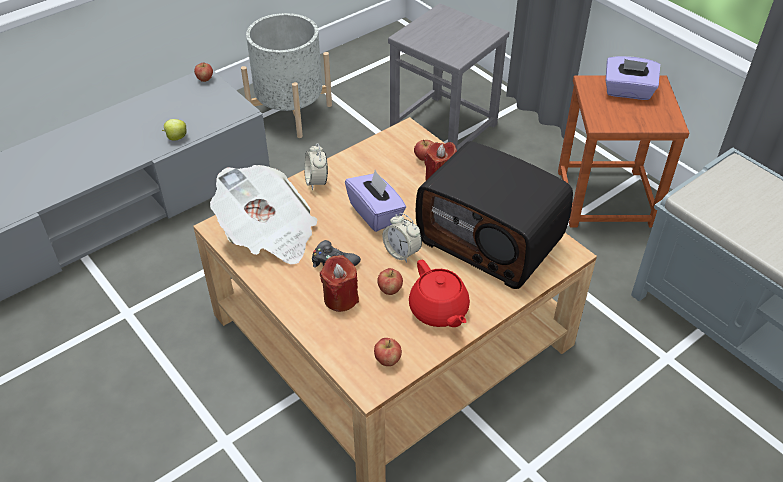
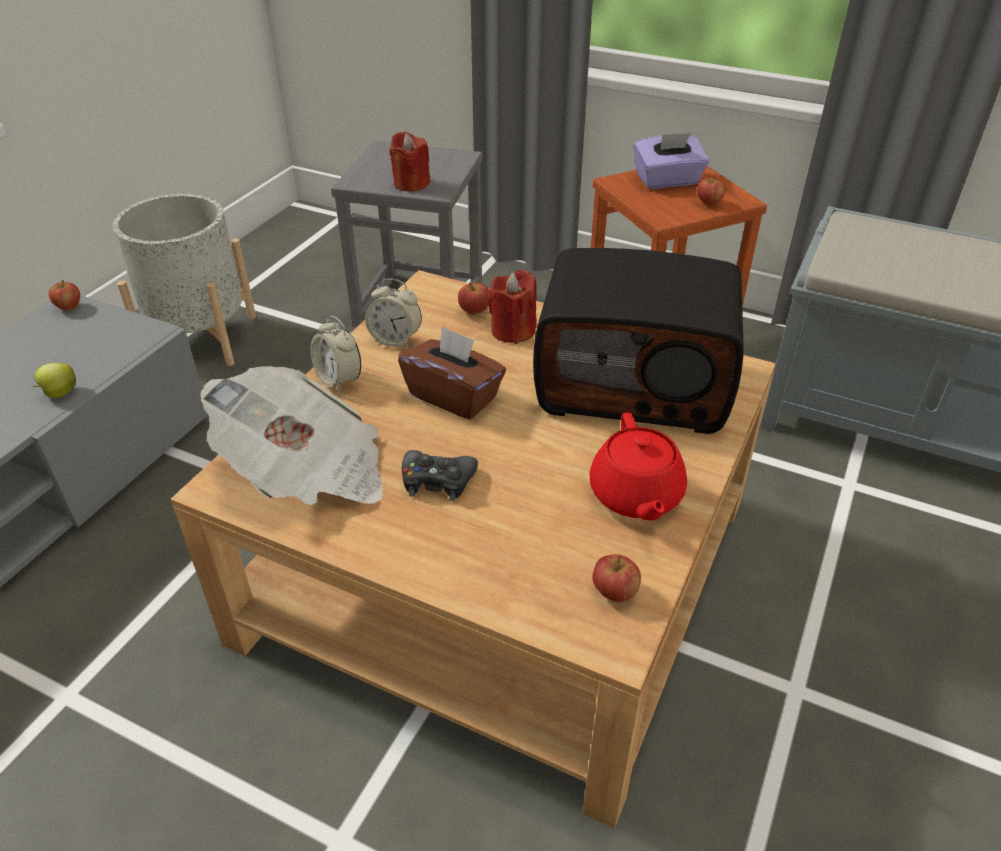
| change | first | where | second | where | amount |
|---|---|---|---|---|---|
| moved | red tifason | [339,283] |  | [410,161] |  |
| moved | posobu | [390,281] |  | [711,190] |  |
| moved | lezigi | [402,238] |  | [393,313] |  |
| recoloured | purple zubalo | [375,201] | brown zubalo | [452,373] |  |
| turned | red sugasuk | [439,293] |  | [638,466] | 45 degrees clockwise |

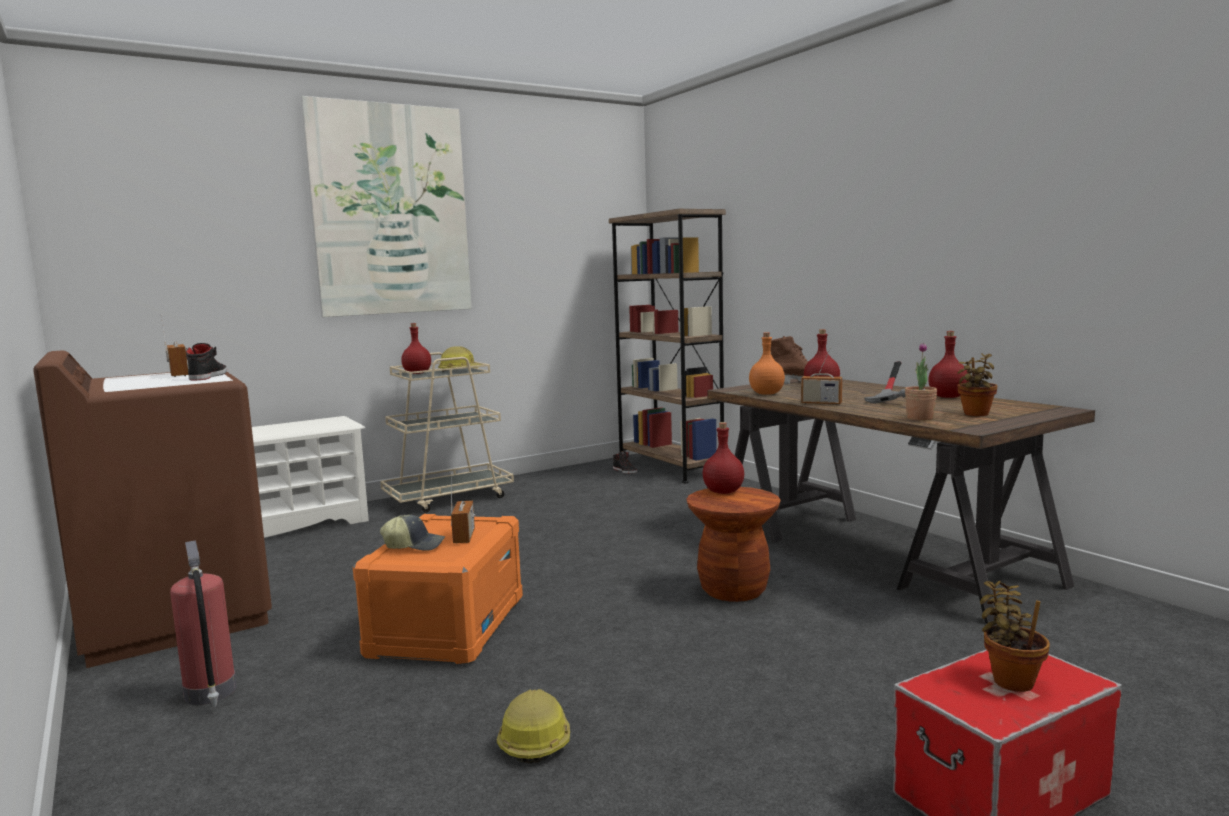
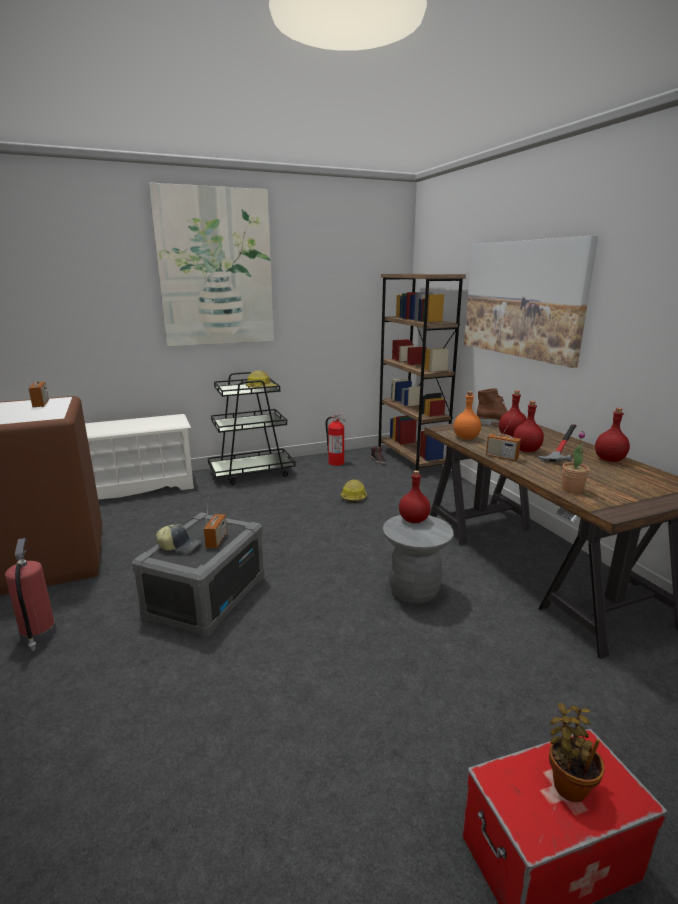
| change | first | where | second | where | amount |
|---|---|---|---|---|---|
| removed | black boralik | [206,361] |  |  |  |
| removed | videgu | [977,385] |  |  |  |
| added |  |  | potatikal | [335,439] |  |
| added |  |  | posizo | [531,301] |  |
| moved | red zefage | [416,348] |  | [528,426] |  |
| moved | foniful | [533,726] |  | [353,491] |  |
| recoloured | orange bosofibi | [438,589] | grey bosofibi | [198,574] |  |
| recoloured | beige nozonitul | [447,432] | black nozonitul | [252,428] |  |
| recoloured | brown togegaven | [733,544] | grey togegaven | [418,559] |  |

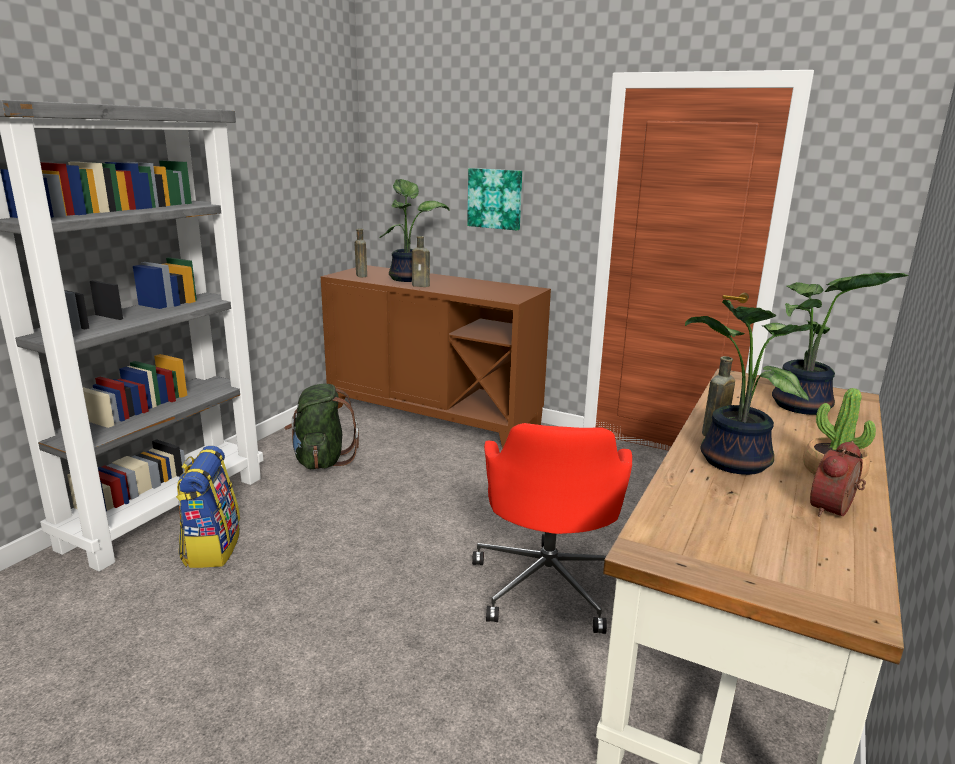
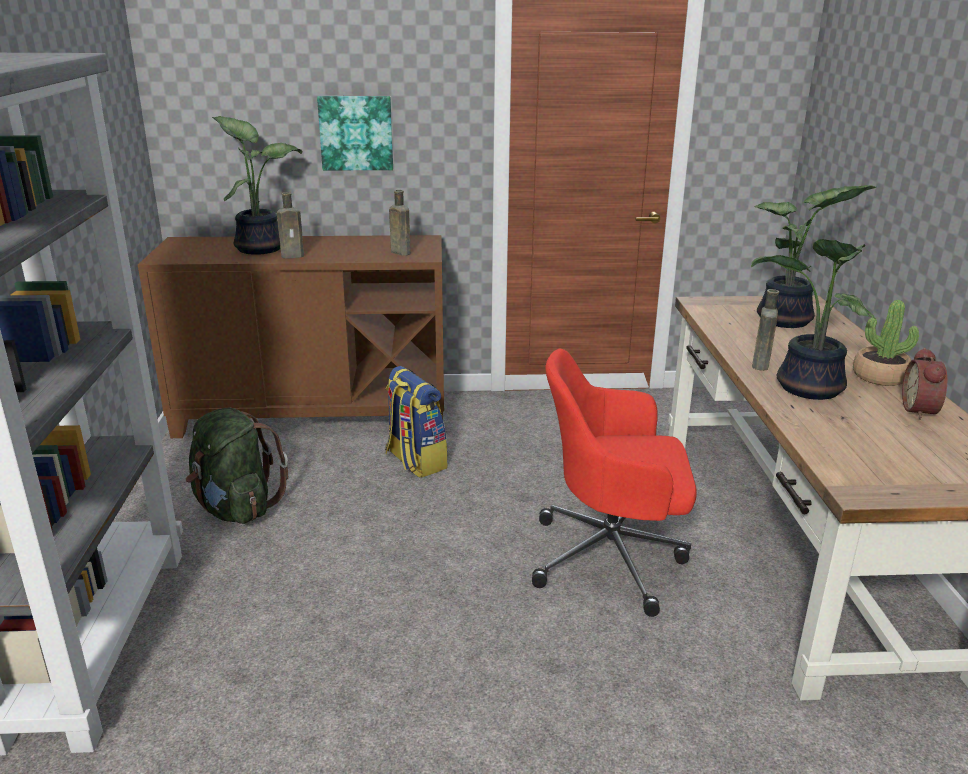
| change | first | where | second | where | amount |
|---|---|---|---|---|---|
| moved | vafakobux | [208,507] |  | [416,422] |  |
| moved | brown zefage | [361,253] |  | [400,223] |  |
| turned | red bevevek | [552,528] |  | [614,483] | 120 degrees clockwise |

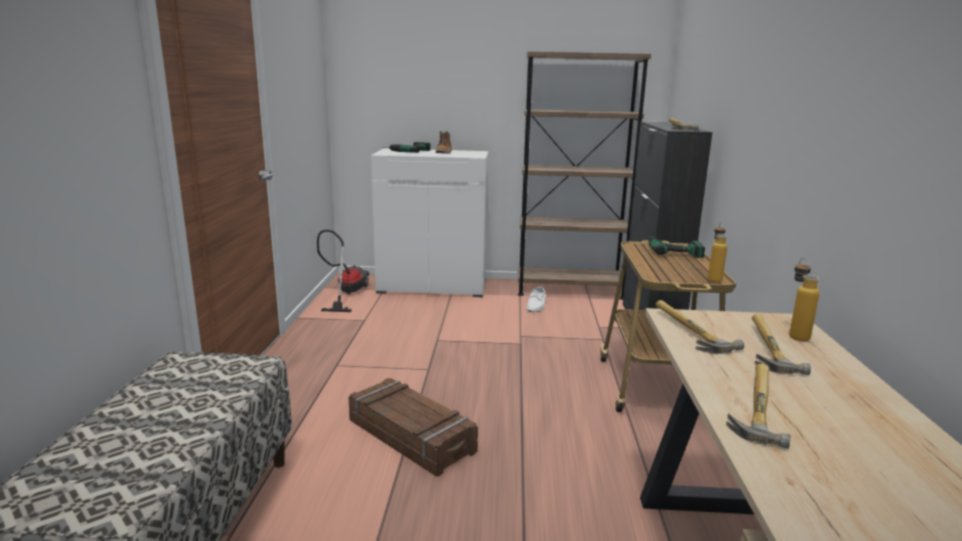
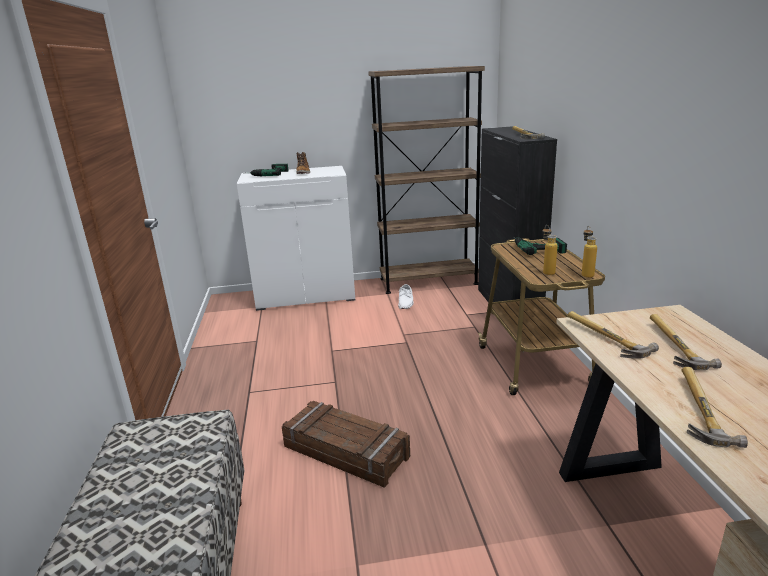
| change | first | where | second | where | amount |
|---|---|---|---|---|---|
| removed | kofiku | [343,271] |  |  |  |
| moved | zefage | [804,299] |  | [550,250] |  |

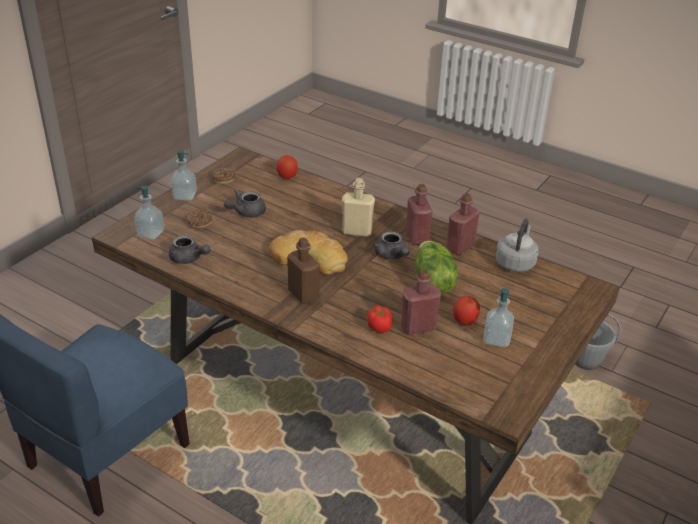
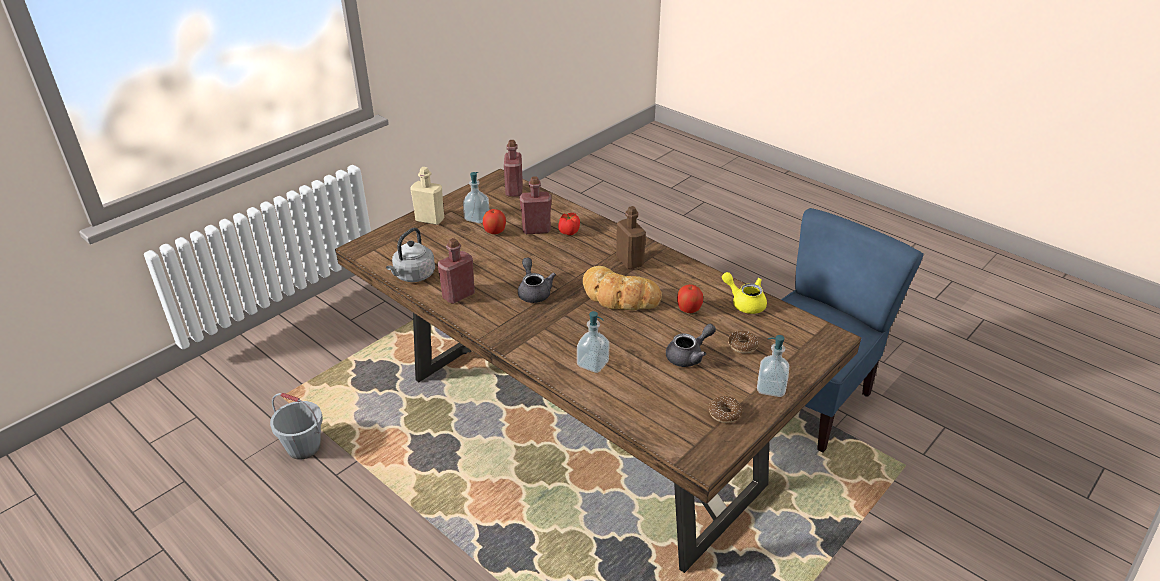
| change | first | where | second | where | amount |
|---|---|---|---|---|---|
| removed | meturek | [436,267] |  |  |  |
| moved | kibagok | [149,213] |  | [593,342] |  |
| moved | posobu | [287,167] |  | [690,298] |  |
| moved | beige zefage | [358,207] |  | [427,196] |  |
| moved | red zefage | [419,214] |  | [513,168] |  |
| recoloured | grey sugasuk | [190,249] | yellow sugasuk | [744,293] |  |

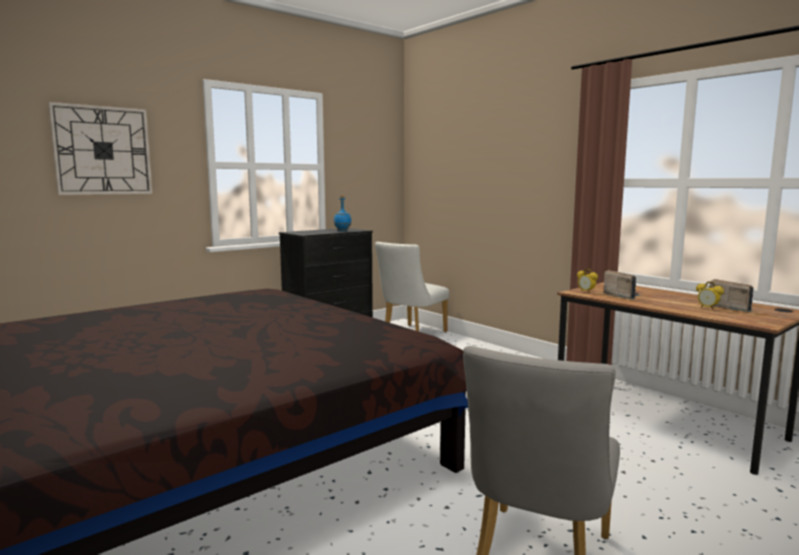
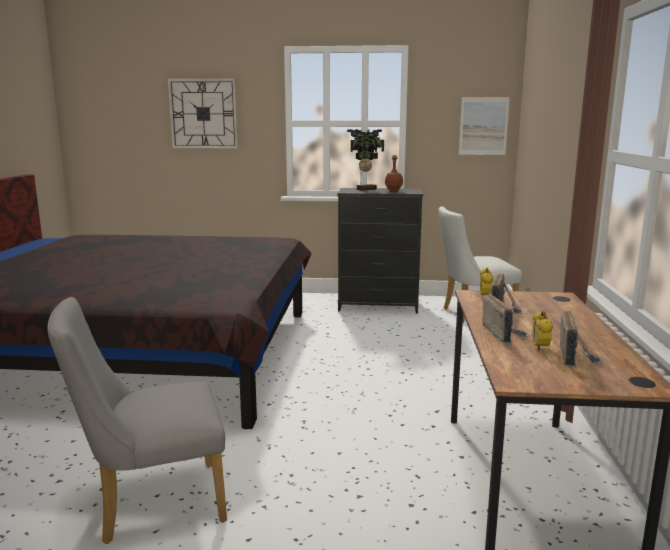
| change | first | where | second | where | amount |
|---|---|---|---|---|---|
| added |  |  | videgu | [365,160] |  |
| added |  |  | posizo | [484,126] |  |
| added |  |  | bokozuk | [506,319] |  |
| recoloured | blue zefage | [342,213] | brown zefage | [394,173] |  |

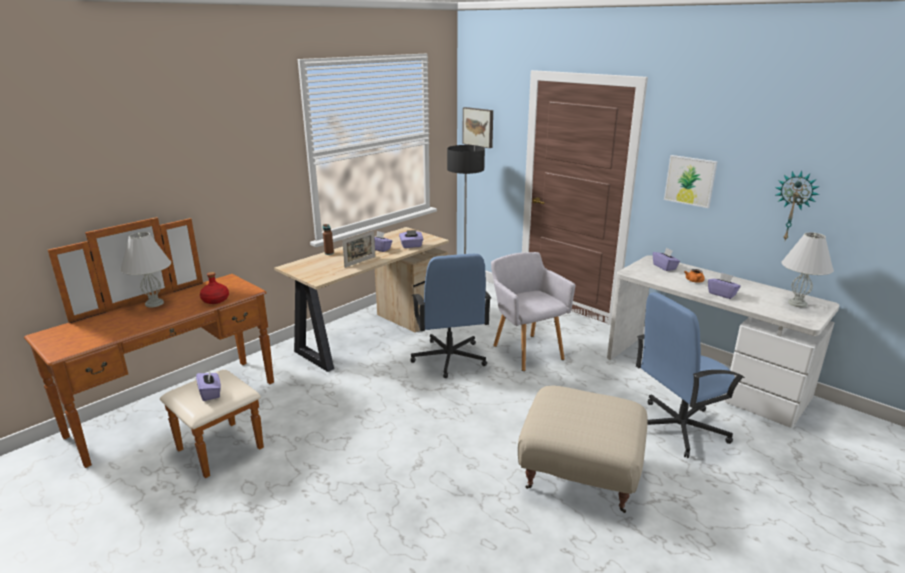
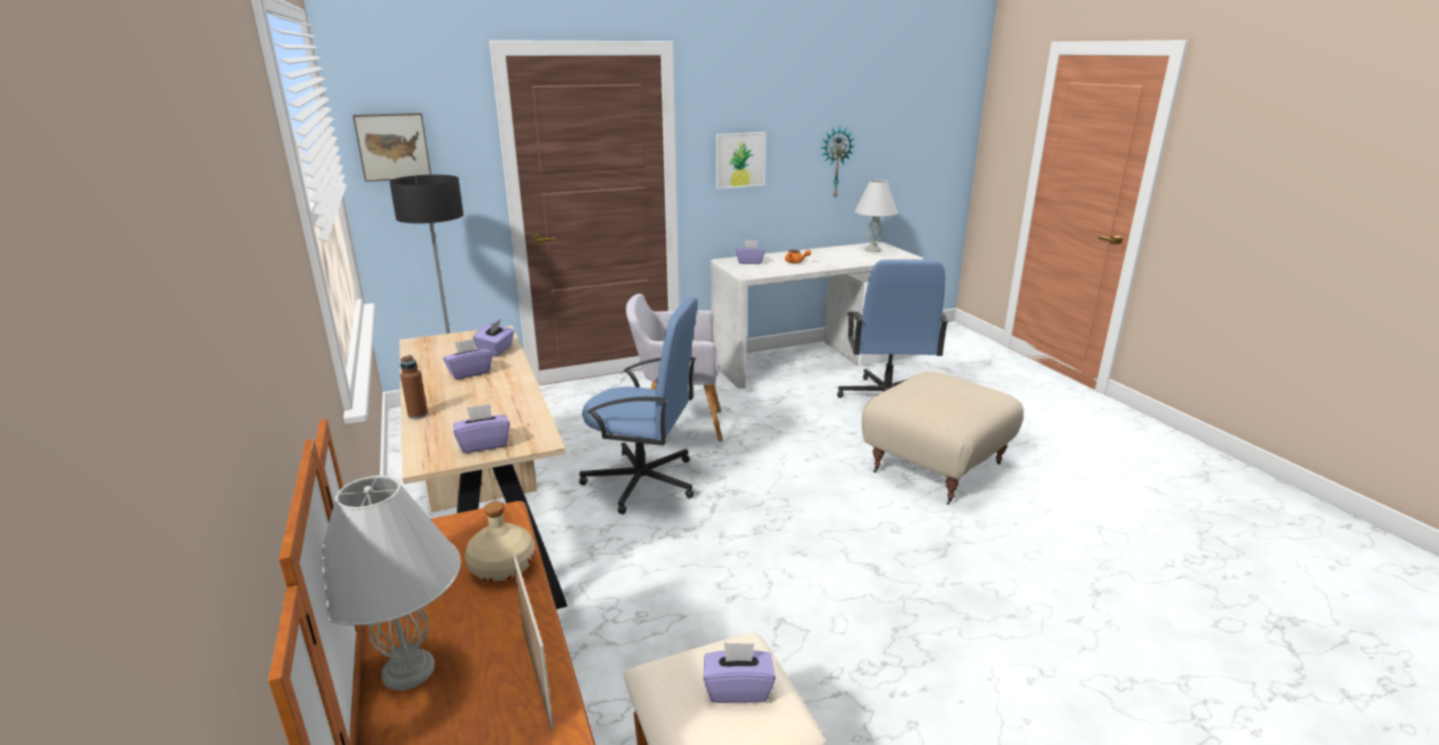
| change | first | where | second | where | amount |
|---|---|---|---|---|---|
| moved | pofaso | [358,249] |  | [533,641] |  |
| moved | purple zubalo | [724,286] |  | [481,428] |  |
| recoloured | red zefage | [214,288] | beige zefage | [500,541] |  |

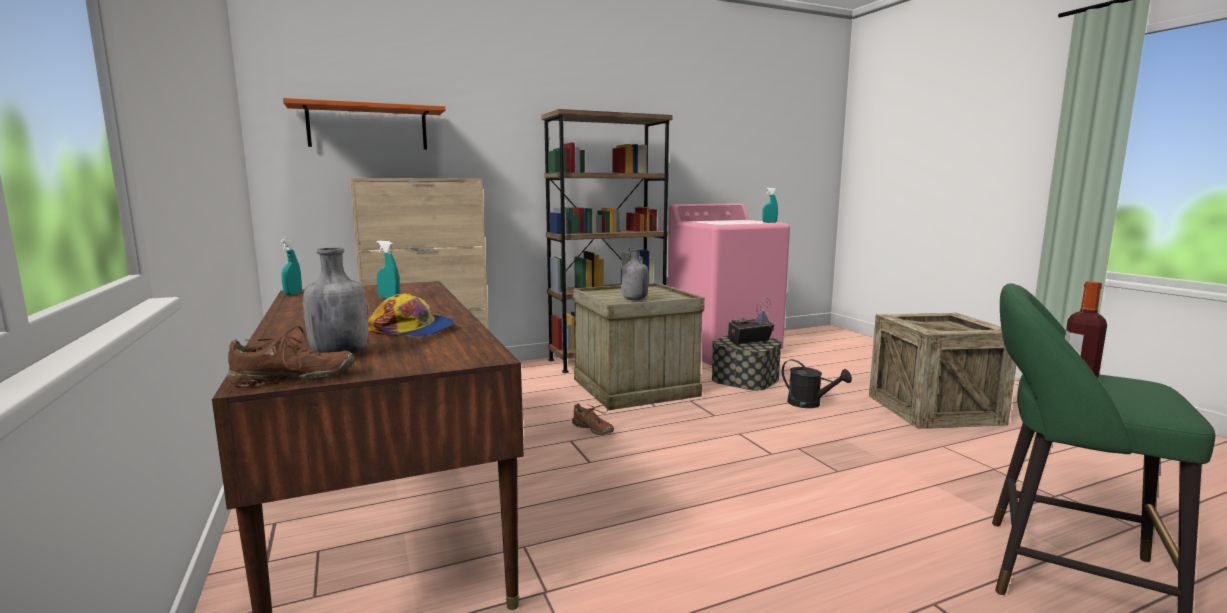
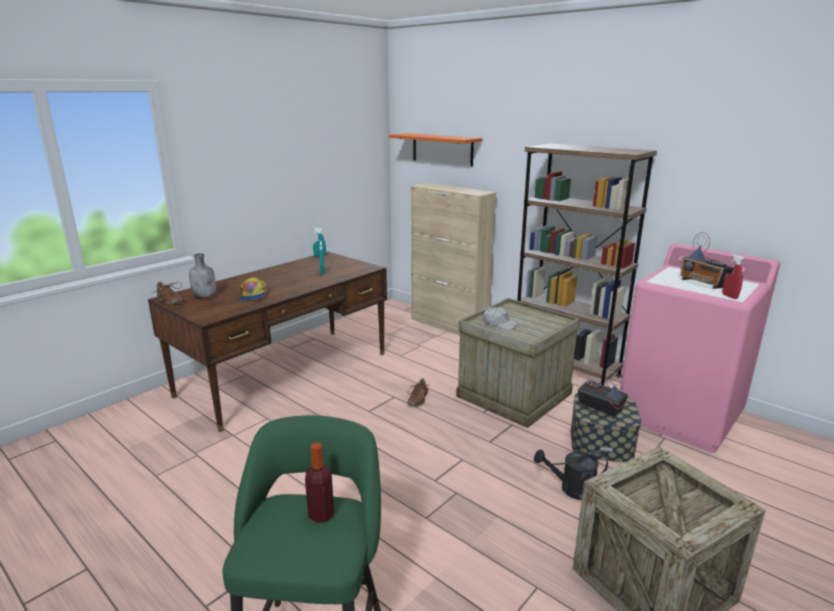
| change | first | where | second | where | amount |
|---|---|---|---|---|---|
| added |  |  | bokozuk | [707,260] |  |
| replaced | grey zefage | [635,274] | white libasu | [500,318] |  |
| recoloured | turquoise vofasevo | [770,205] | red vofasevo | [733,276] |  |
| turned | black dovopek | [817,383] |  | [571,474] | 75 degrees clockwise |

